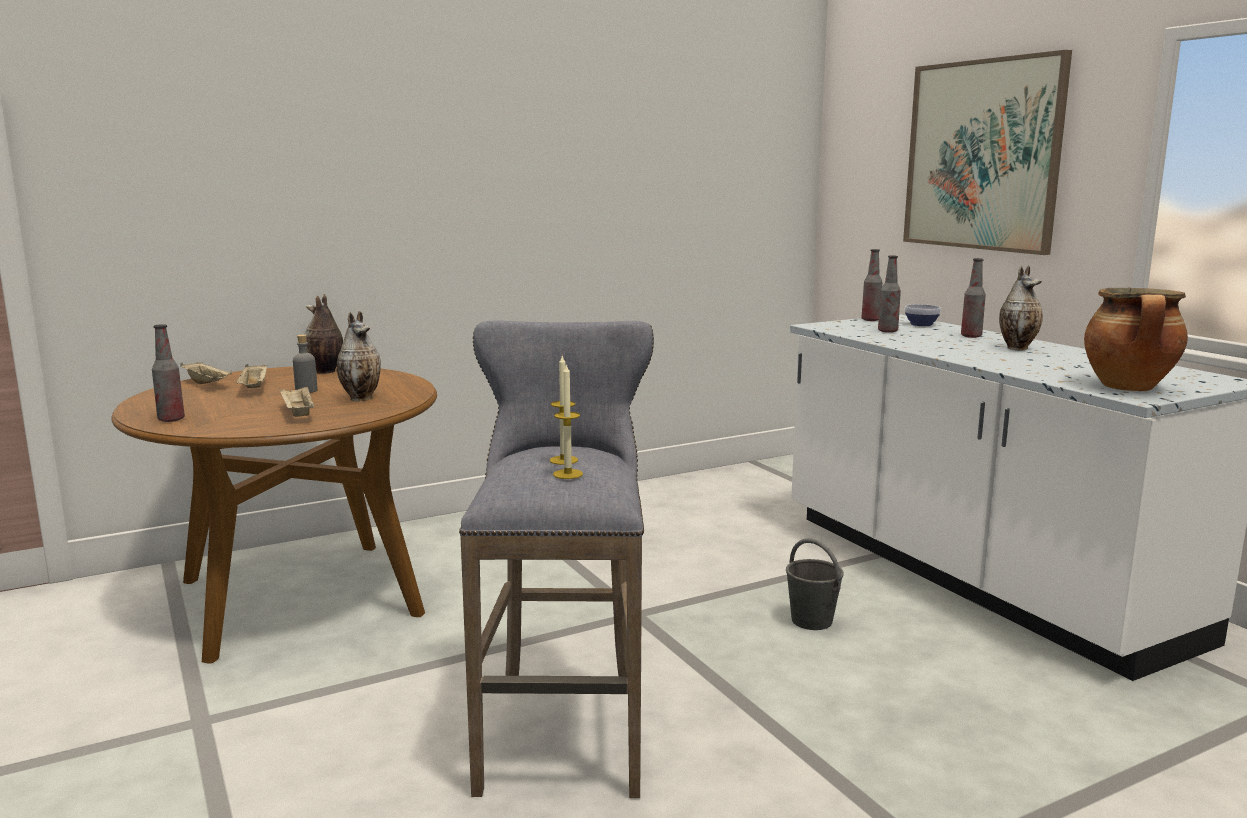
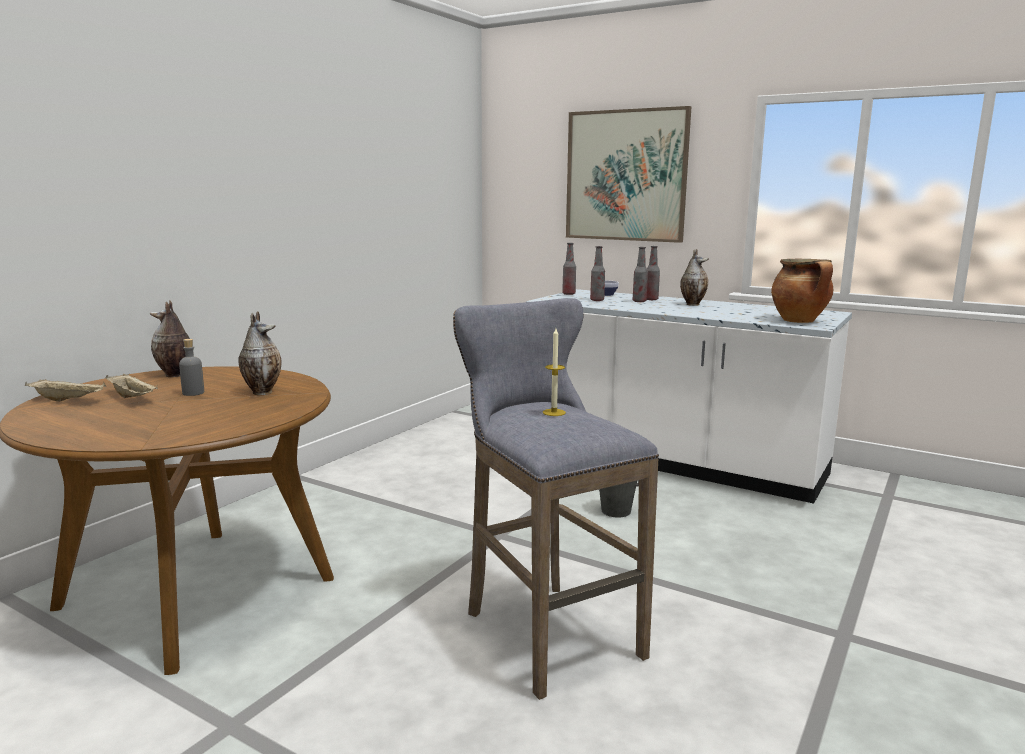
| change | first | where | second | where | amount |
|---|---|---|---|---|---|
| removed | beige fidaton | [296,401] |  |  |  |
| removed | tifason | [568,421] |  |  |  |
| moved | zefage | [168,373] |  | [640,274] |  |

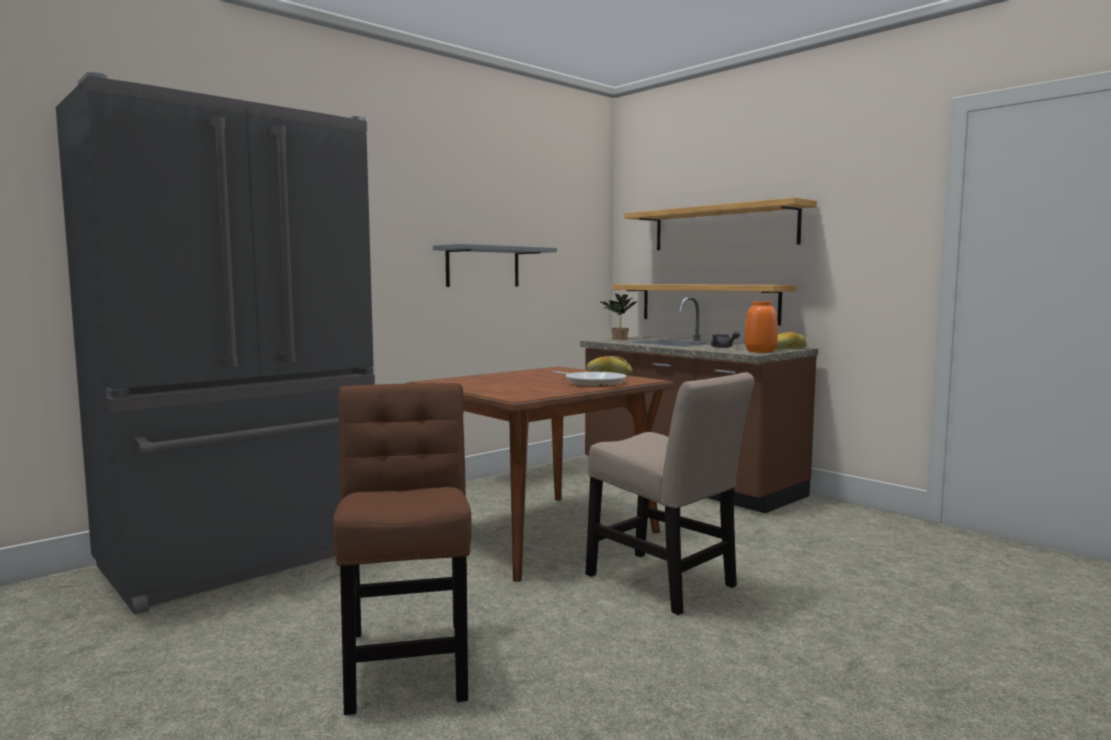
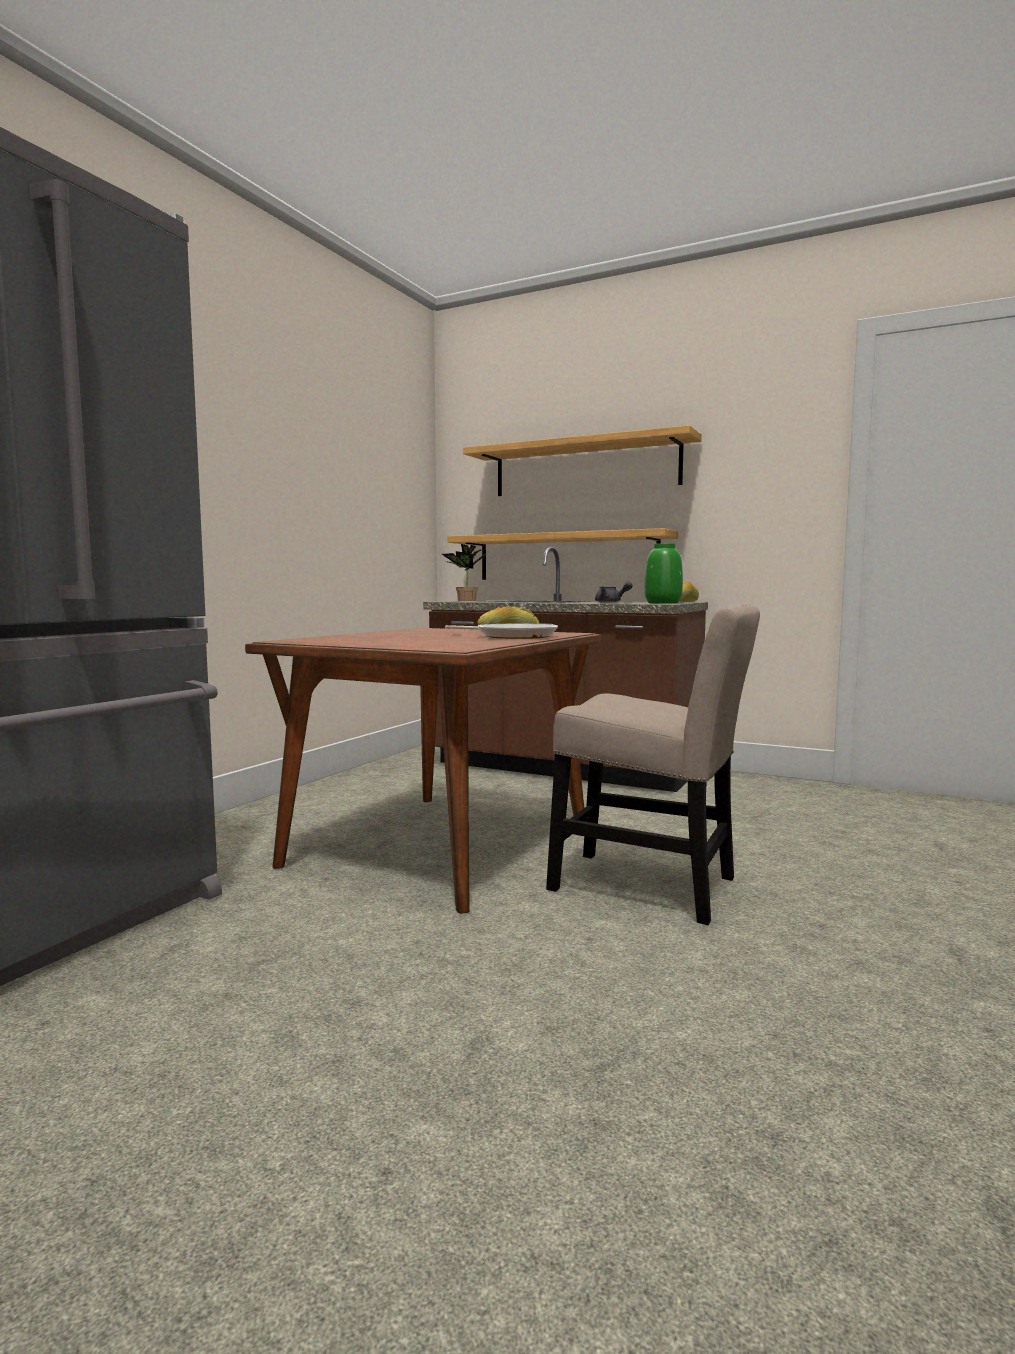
| change | first | where | second | where | amount |
|---|---|---|---|---|---|
| removed | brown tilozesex | [402,549] |  |  |  |
| removed | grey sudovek | [495,265] |  |  |  |
| recoloured | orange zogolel | [761,327] | green zogolel | [664,573] |  |

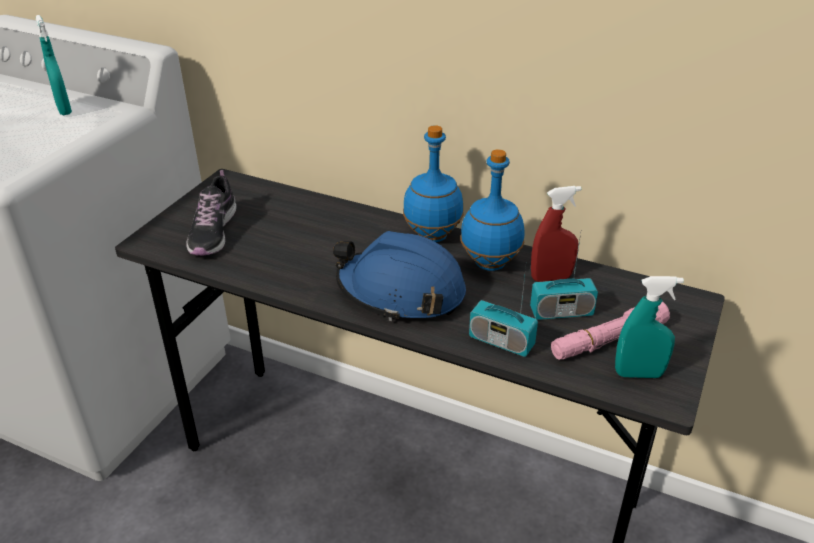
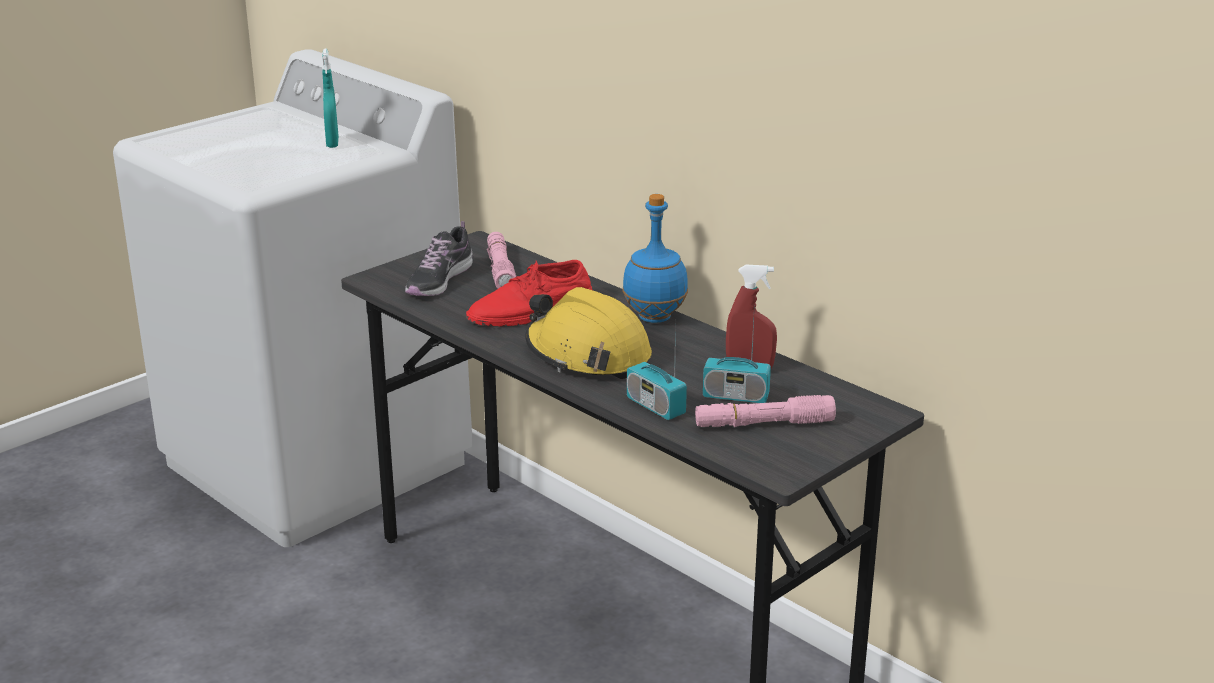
| change | first | where | second | where | amount |
|---|---|---|---|---|---|
| removed | blue zefage | [492,210] |  |  |  |
| removed | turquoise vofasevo | [649,327] |  |  |  |
| added |  |  | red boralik | [529,293] |  |
| added |  |  | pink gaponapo | [501,260] |  |
| recoloured | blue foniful | [399,276] | yellow foniful | [588,333] |  |

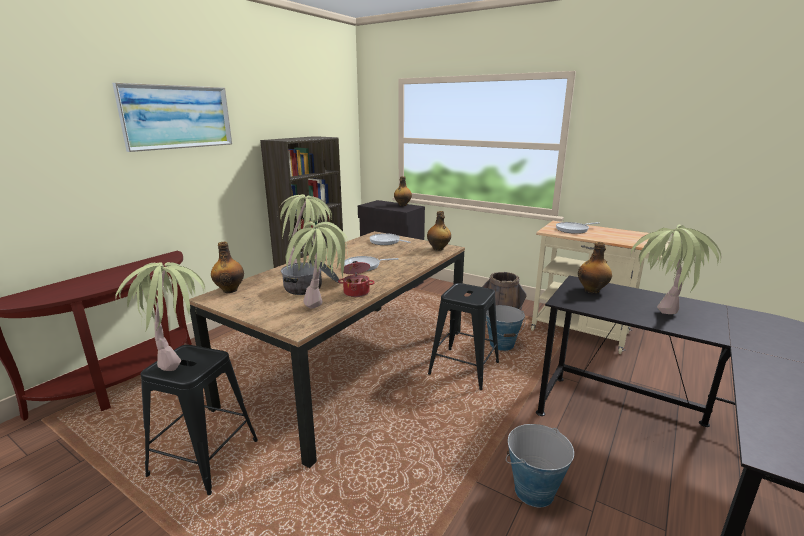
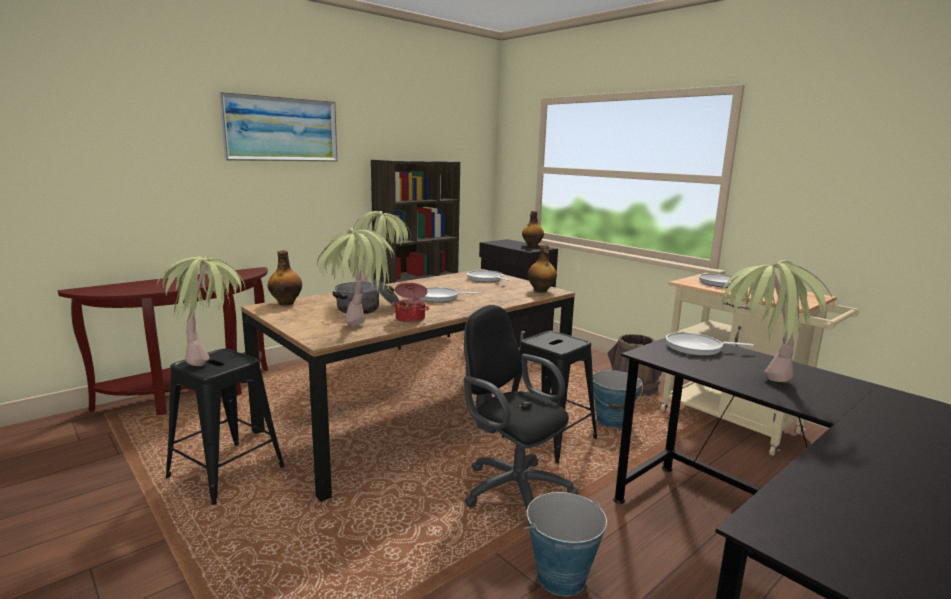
| change | first | where | second | where | amount |
|---|---|---|---|---|---|
| added |  |  | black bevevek | [521,415] |  |
| replaced | zefage | [595,267] | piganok | [710,344] |  |

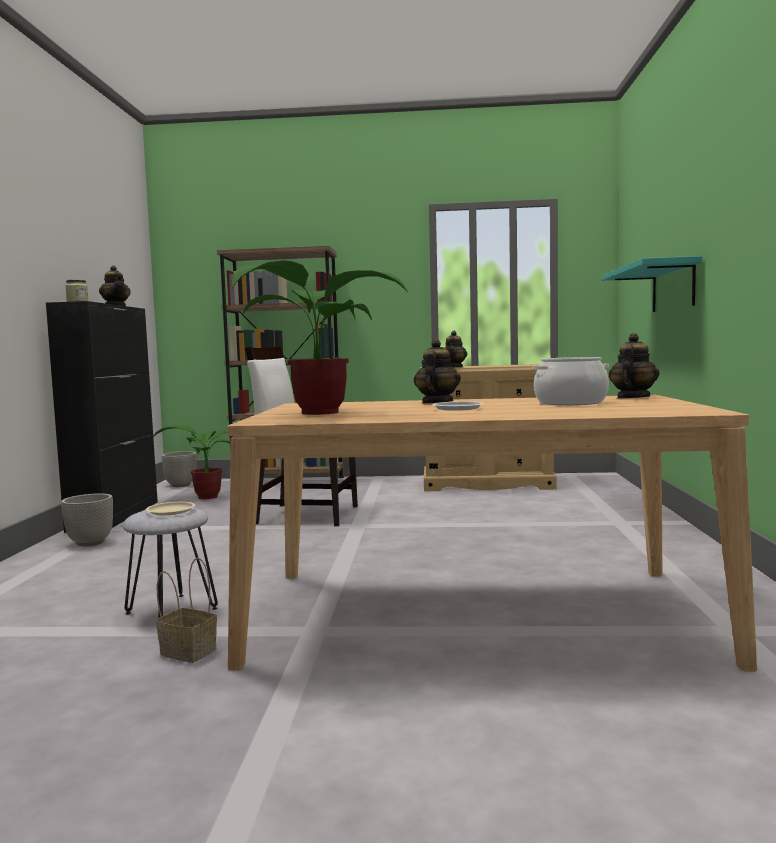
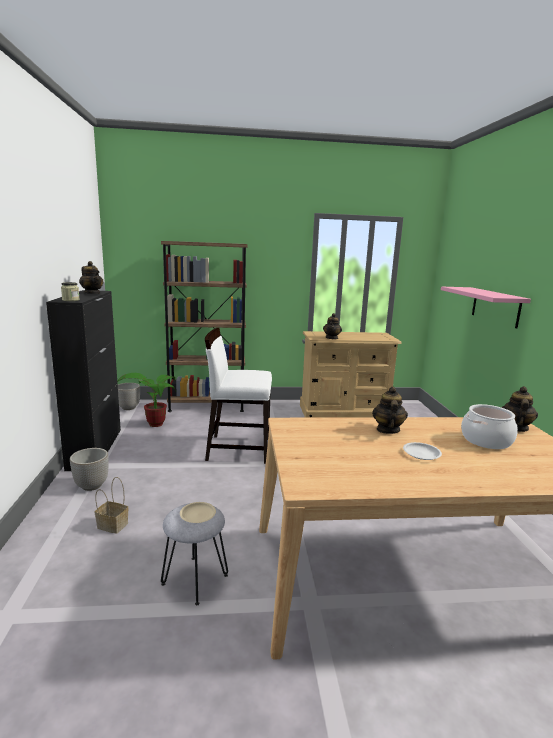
| change | first | where | second | where | amount |
|---|---|---|---|---|---|
| removed | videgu | [320,337] |  |  |  |
| moved | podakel | [186,610] |  | [112,505] |  |
| recoloured | turquoise sudovek | [652,284] | pink sudovek | [486,307] |  |

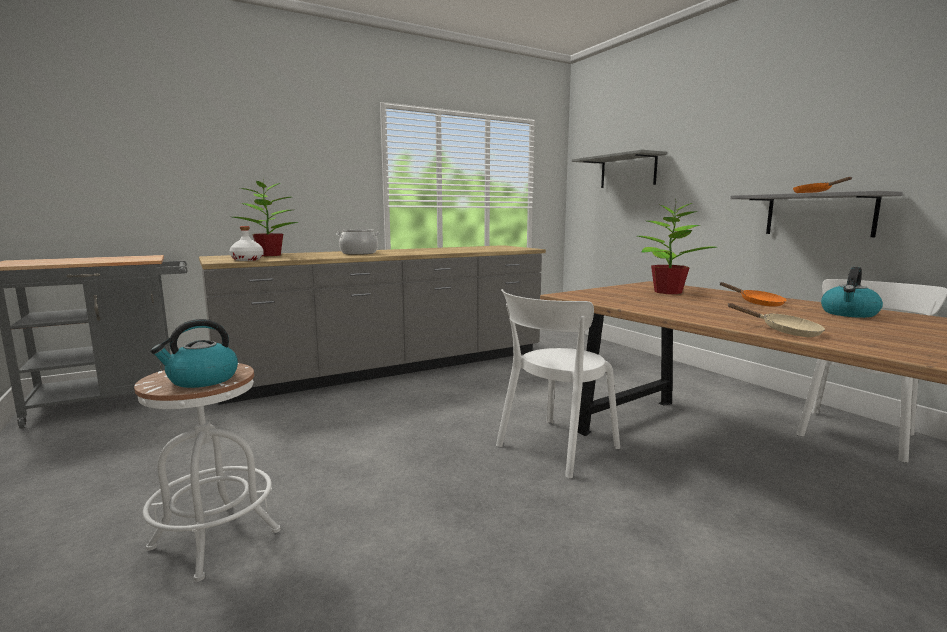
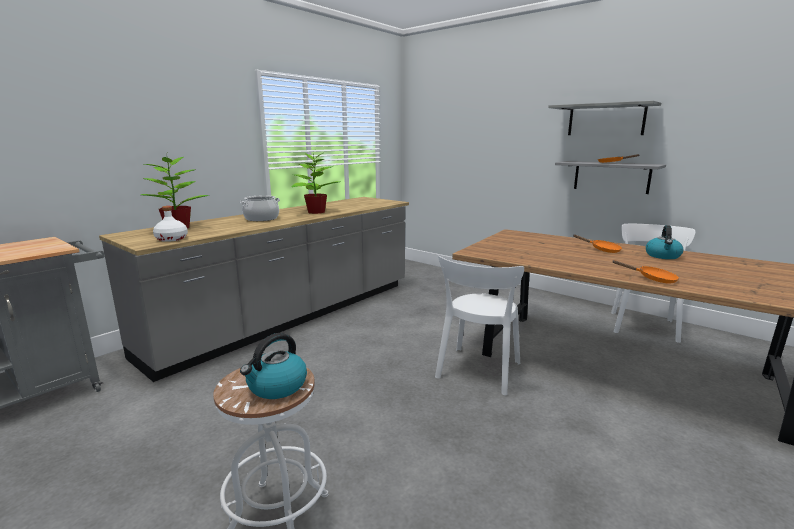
| change | first | where | second | where | amount |
|---|---|---|---|---|---|
| moved | grey sudovek | [619,168] |  | [604,118] |  |
| moved | videgu | [677,246] |  | [316,182] |  |
| recoloured | beige piganok | [776,320] | orange piganok | [645,272] |  |

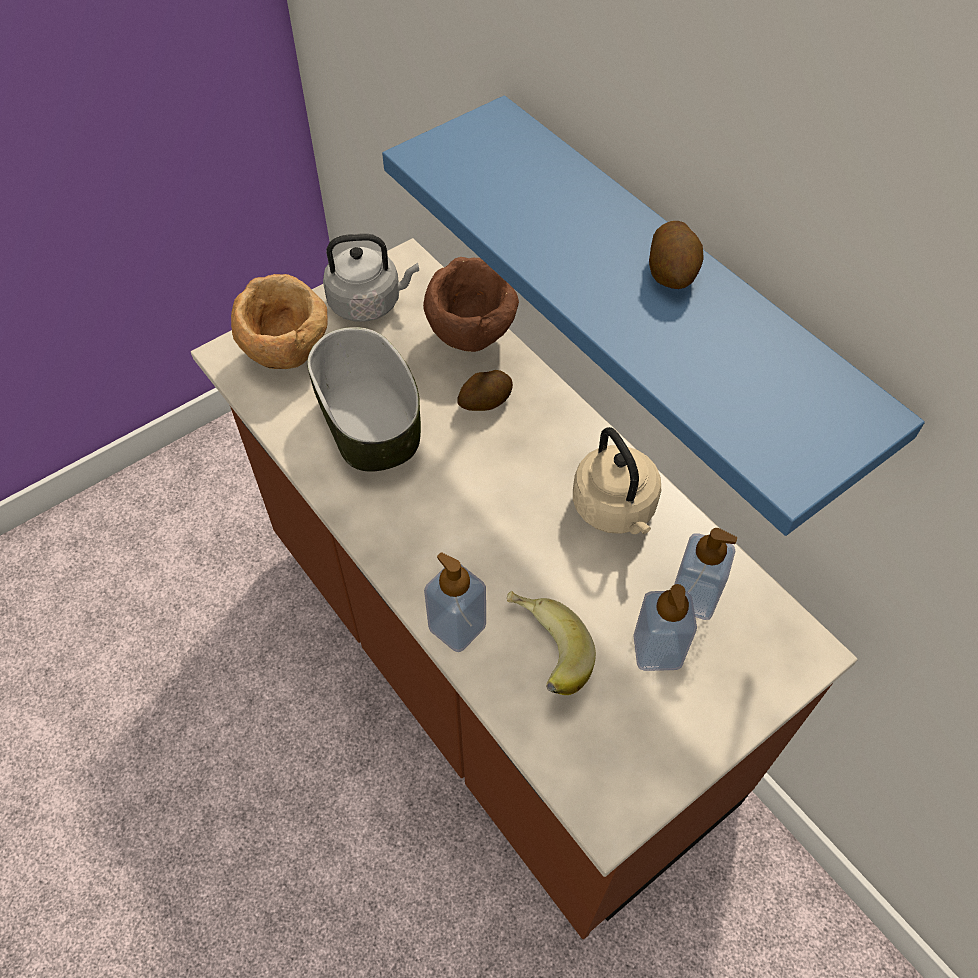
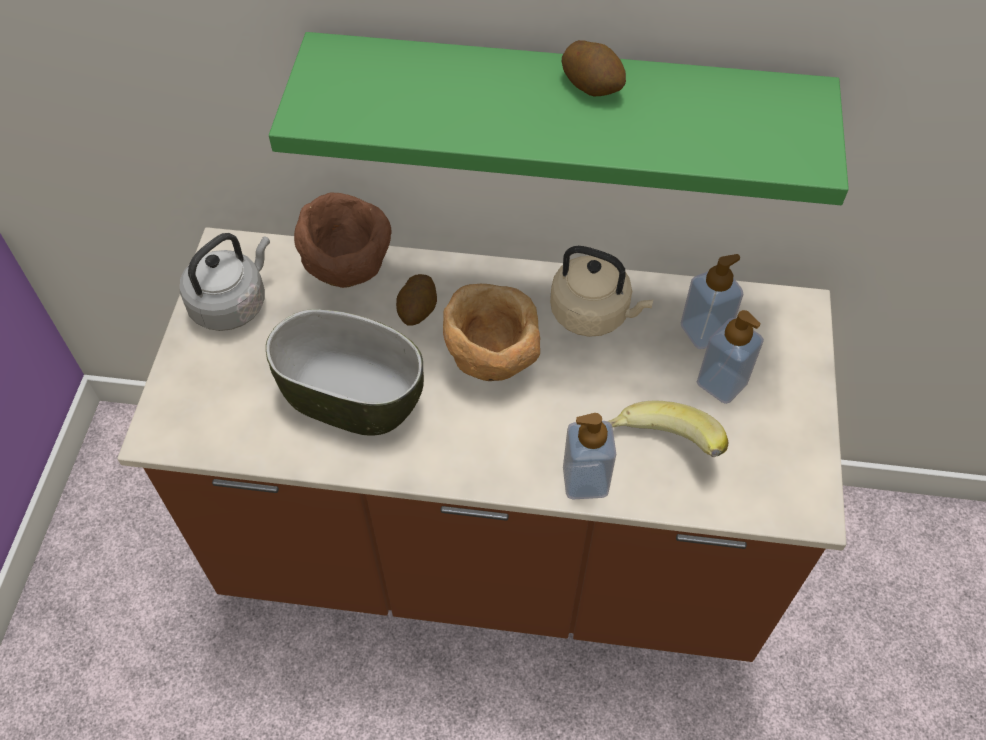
| change | first | where | second | where | amount |
|---|---|---|---|---|---|
| moved | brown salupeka | [279,321] |  | [491,332] |  |
| recoloured | blue sudovek | [653,316] | green sudovek | [559,118] |  |

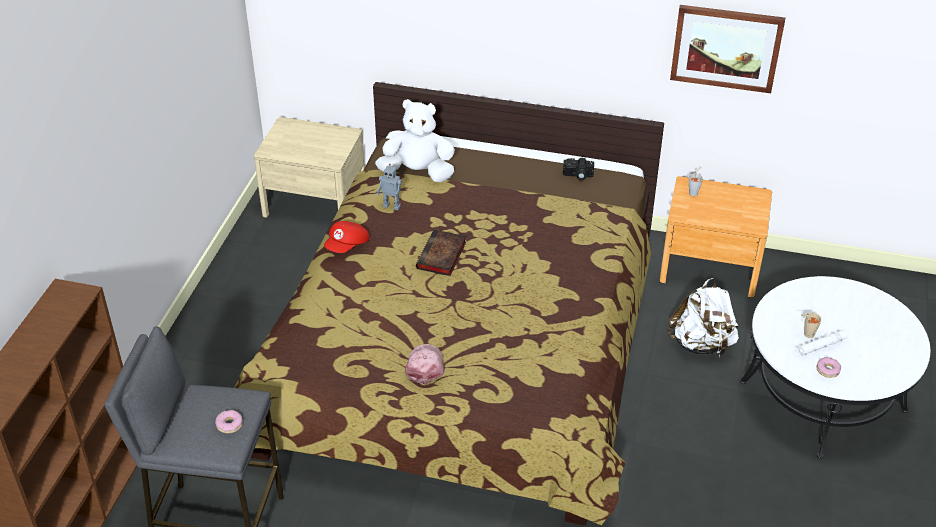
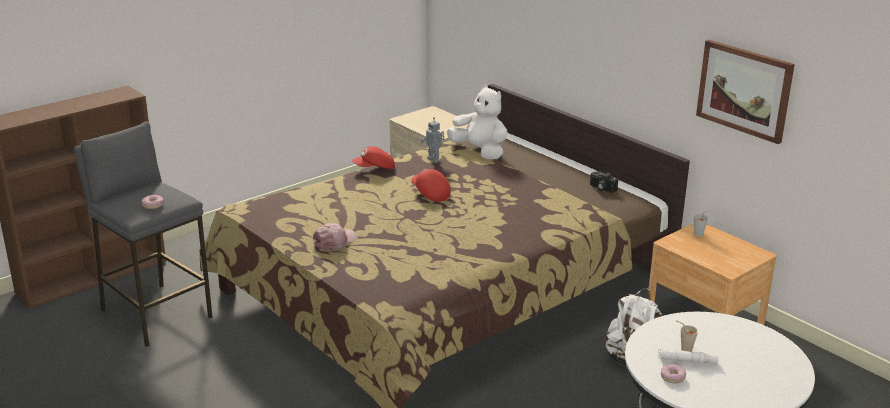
| change | first | where | second | where | amount |
|---|---|---|---|---|---|
| replaced | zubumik | [441,252] | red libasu | [431,185] |  |

